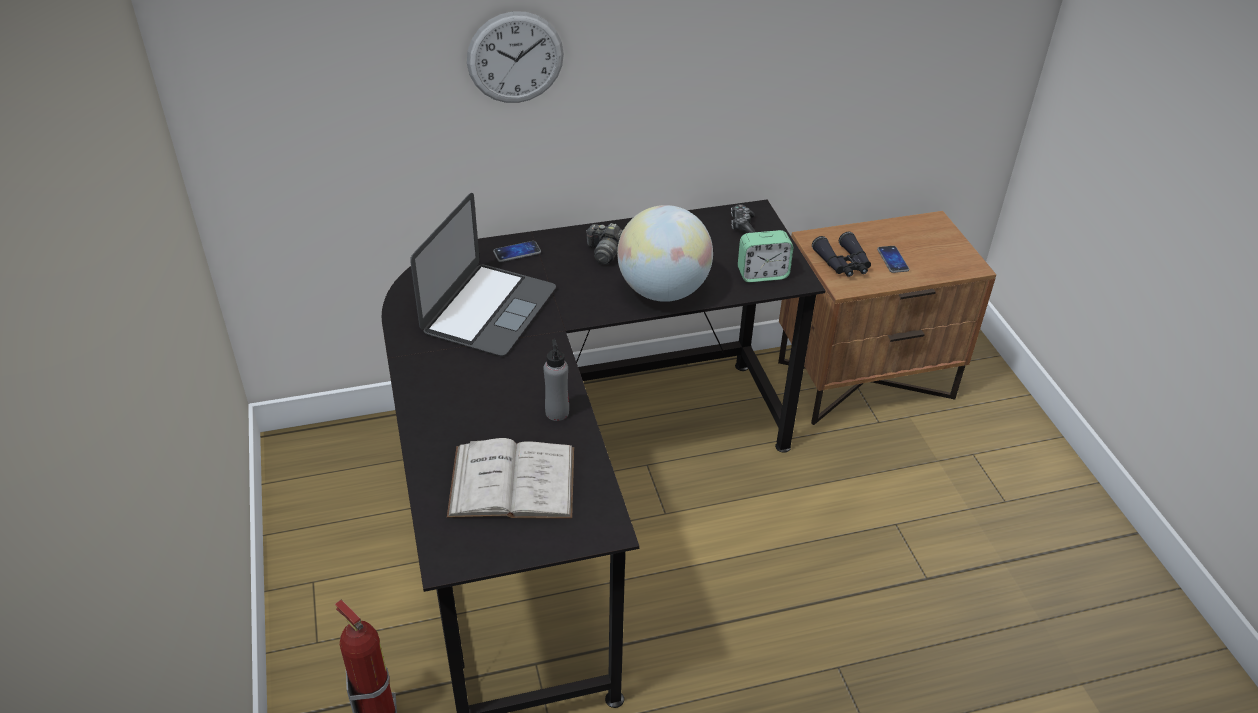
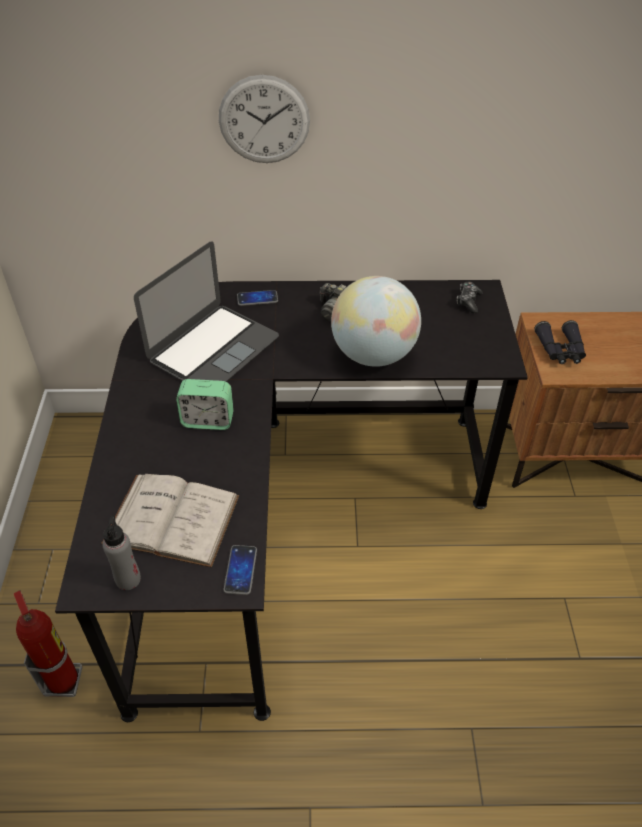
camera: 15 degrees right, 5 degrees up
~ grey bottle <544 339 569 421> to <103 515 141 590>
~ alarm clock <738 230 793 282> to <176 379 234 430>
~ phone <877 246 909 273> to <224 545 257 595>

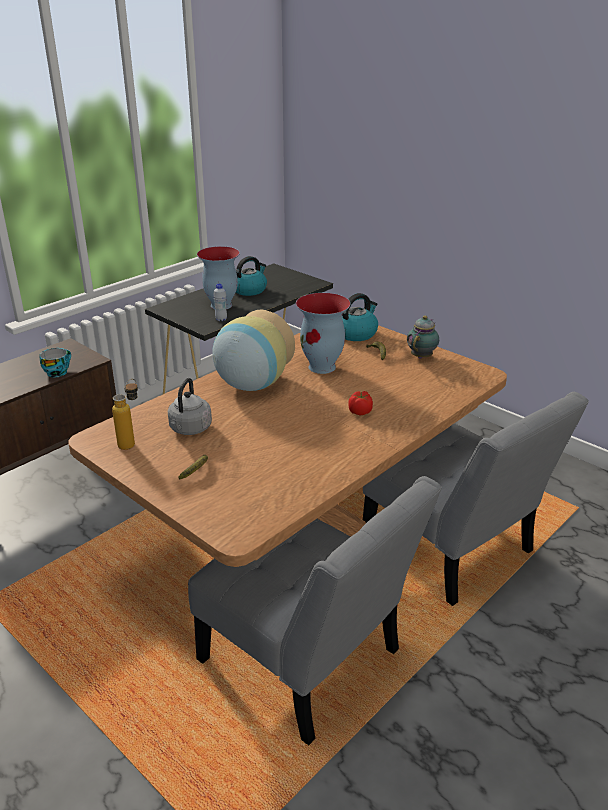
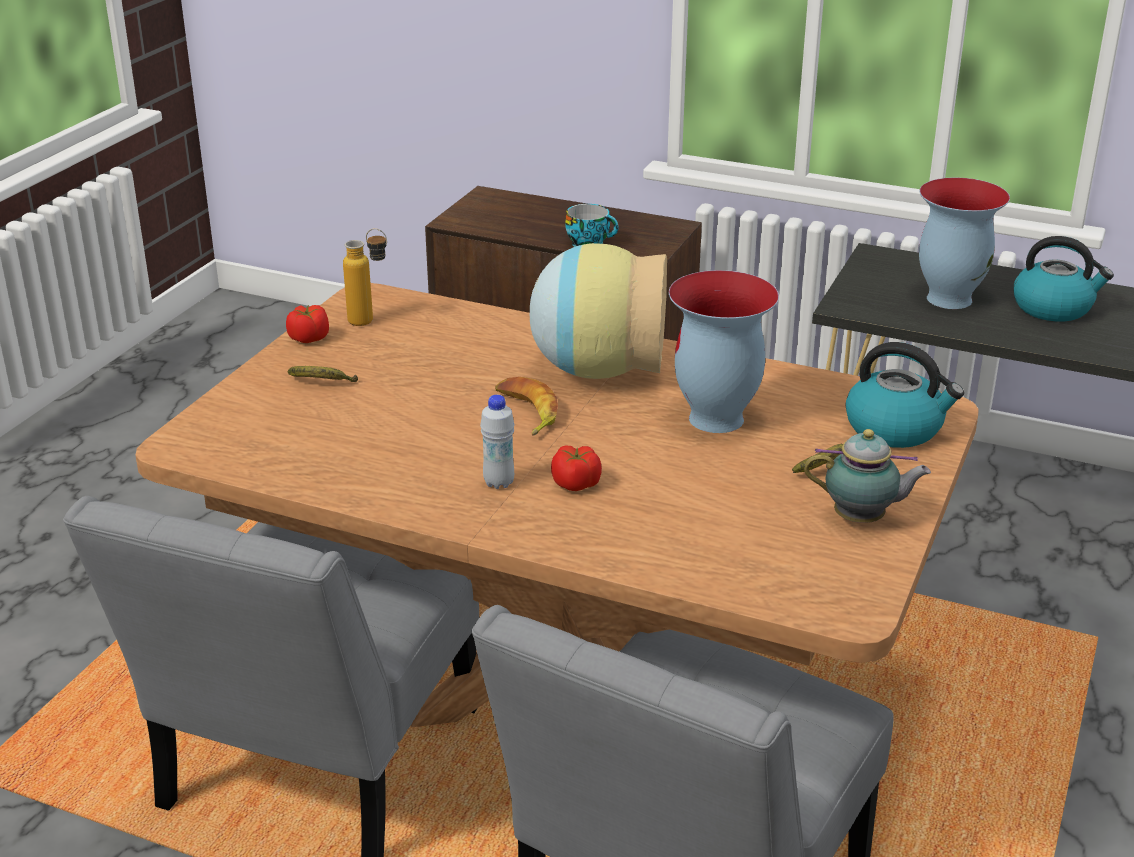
camera: 70 degrees right, 0 degrees up
- grey kettle <168 378 212 435>
~ white bottle <213 284 227 321> to <480 395 514 489>
+ tomato <286 305 329 343>
+ banana <495 377 558 436>

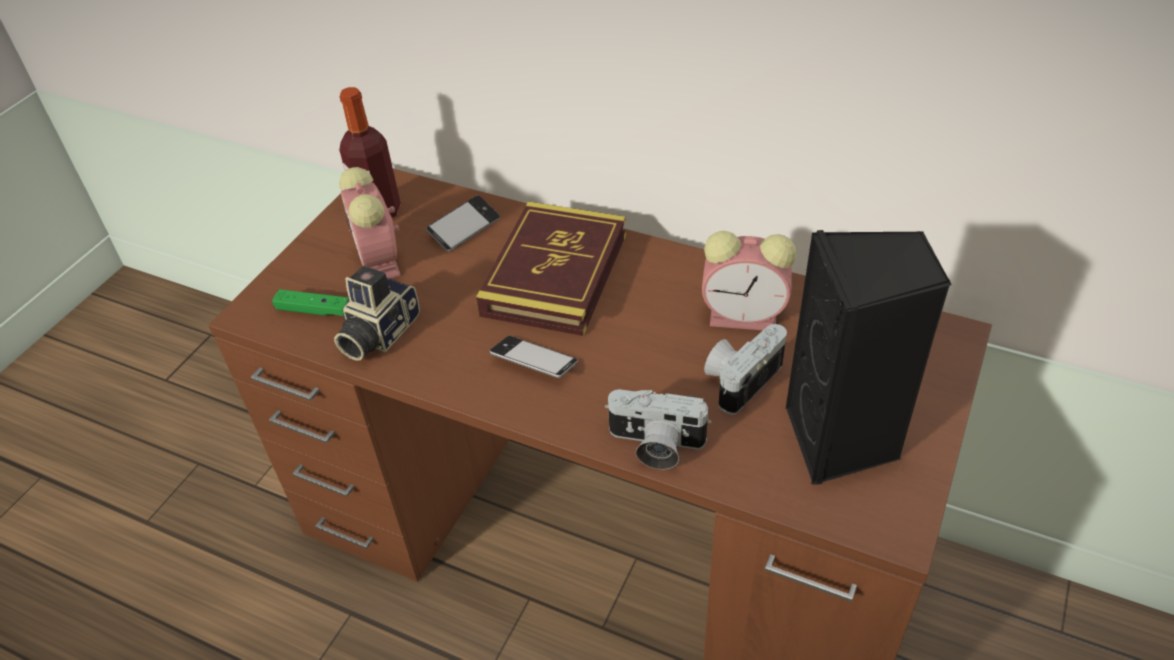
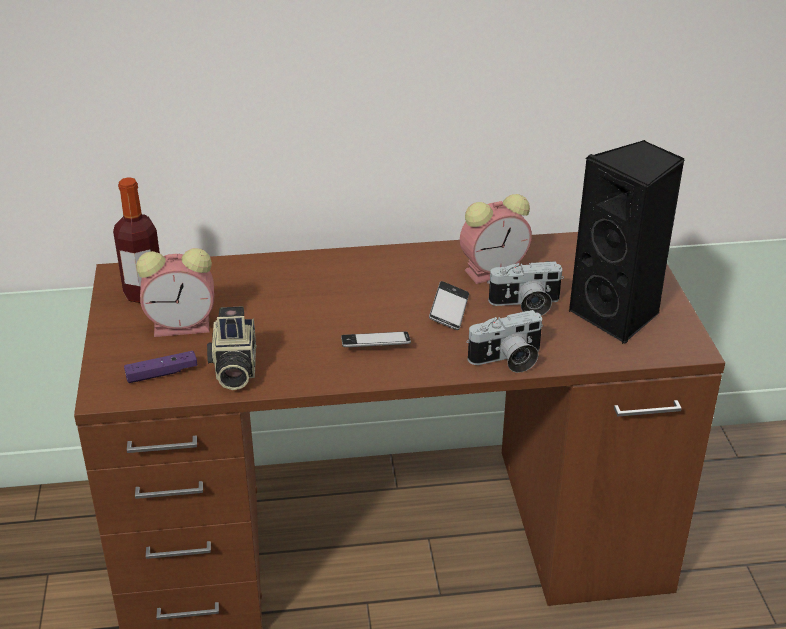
camera: 35 degrees left, 10 degrees down
~ green game controller <272 289 349 316> to purple game controller <124 351 197 383>
~ alarm clock <339 167 401 279> = <136 248 214 337> 45 degrees counterclockwise
~ phone <426 195 500 252> to <429 281 469 330>
- book <476 201 626 336>
~ photo camera <704 324 787 415> = <487 261 564 316> 105 degrees counterclockwise

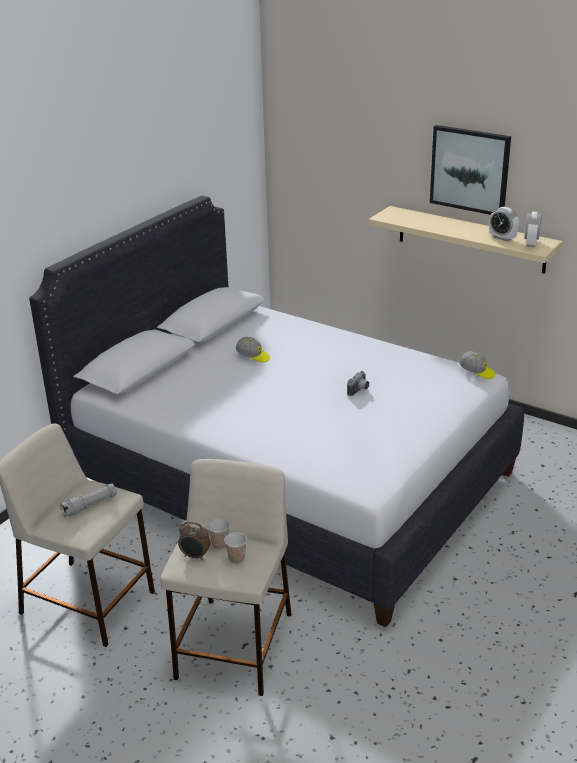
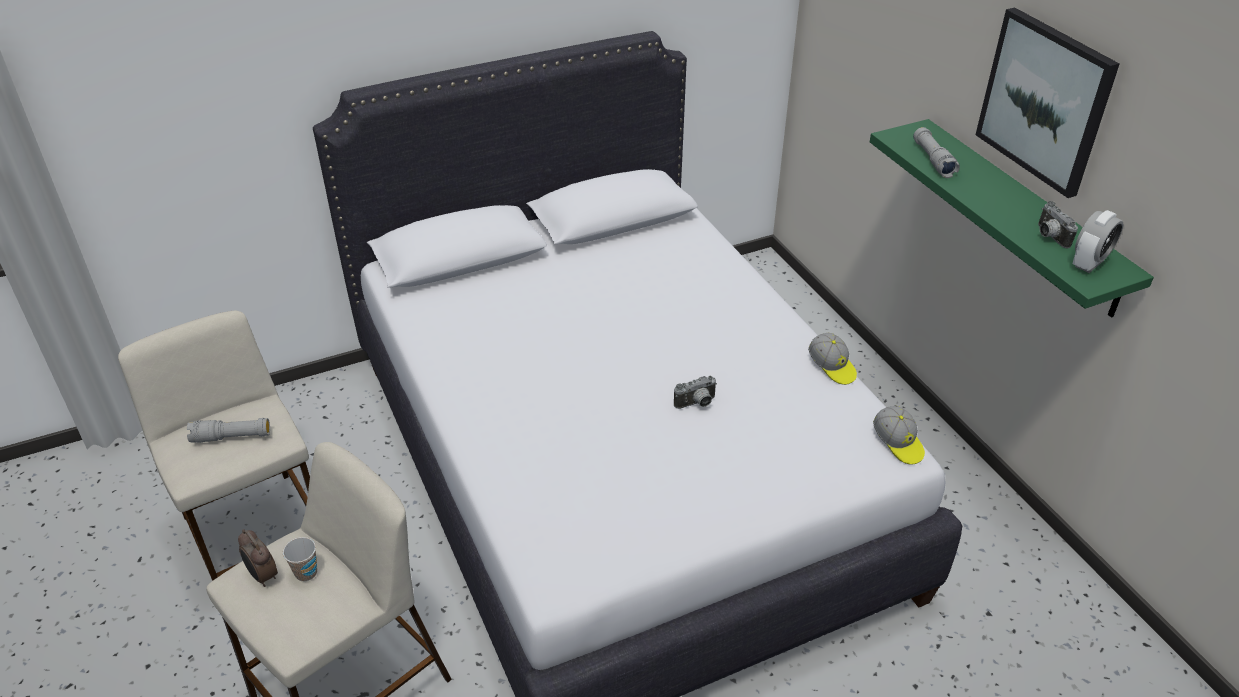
camera: 30 degrees right, 10 degrees up
- cup <224 532 247 564>
~ cap <236 337 270 362> to <808 333 857 385>
~ beige shelf <368 206 563 274> to green shelf <870 119 1154 318>
~ alarm clock <489 207 519 242> to photo camera <1038 201 1078 248>
+ grey flashlight <913 127 960 178>

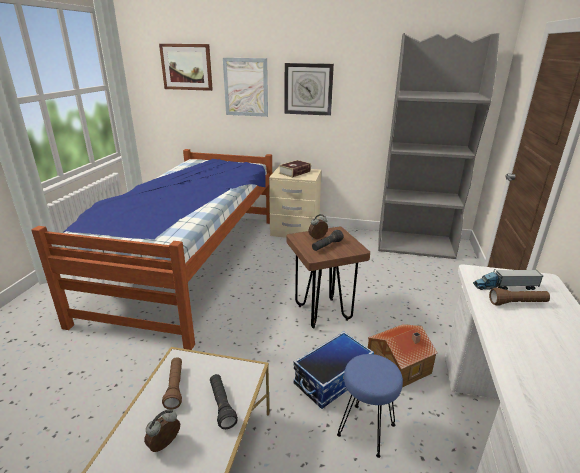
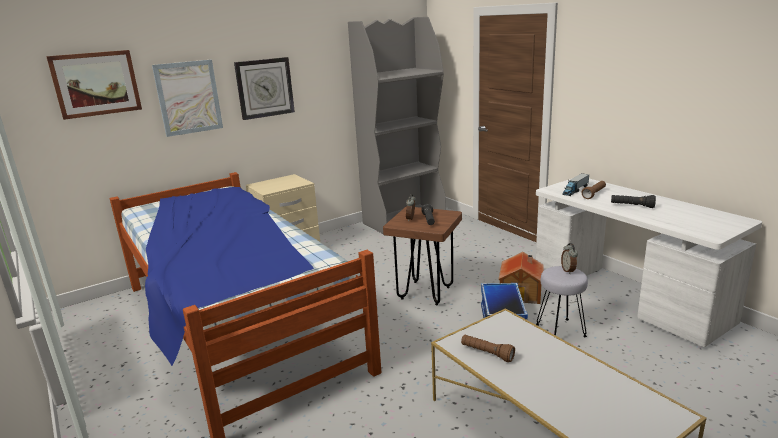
camera: 45 degrees left, 5 degrees down
~ alarm clock <144 409 180 452> to <561 243 578 274>
~ black flashlight <210 374 238 429> to <611 195 656 208>
- book <279 160 311 178>
~ blue stool <337 354 403 458> to grey stool <536 266 588 337>

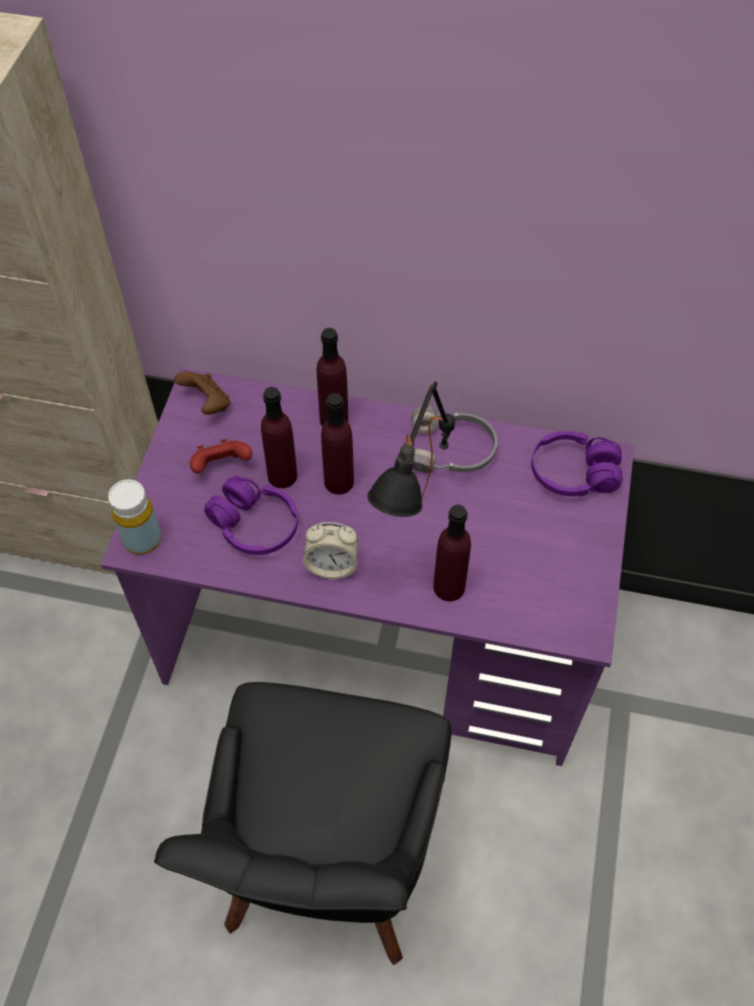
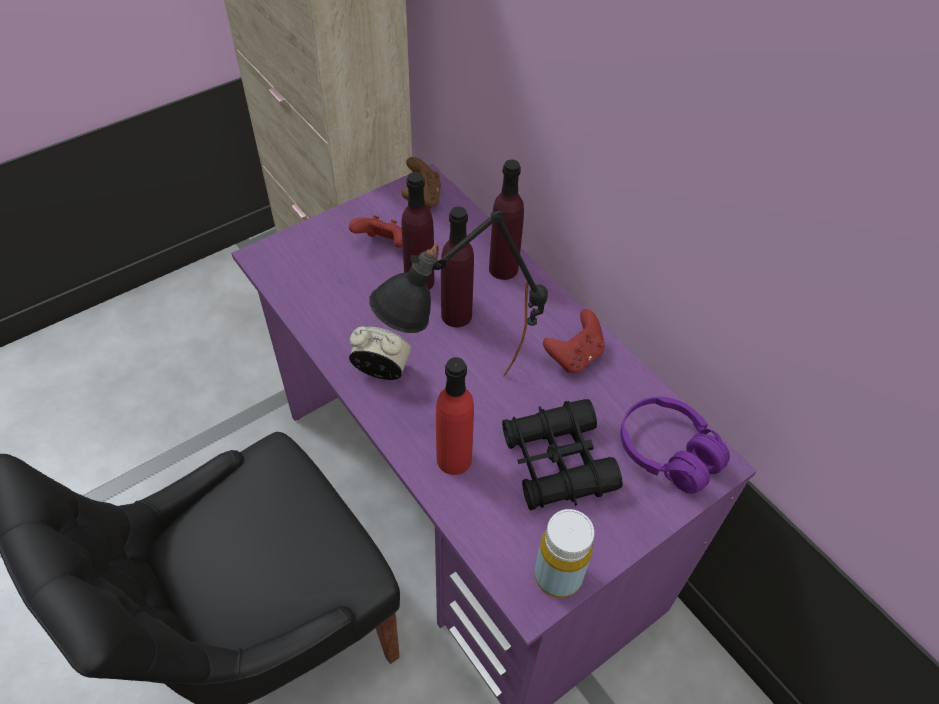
camera: 40 degrees right, 5 degrees down
~ yellow bottle <108 480 161 555> to <534 509 595 598>
- purple headphones <204 476 298 555>
~ alarm clock <303 522 358 579> = <349 326 411 380> 150 degrees clockwise
~ grey headphones <411 406 498 473> to red game controller <543 309 605 373>
~ purple bottle <433 505 471 601> to red bottle <436 357 474 475>
+ black binoculars <502 399 623 511>

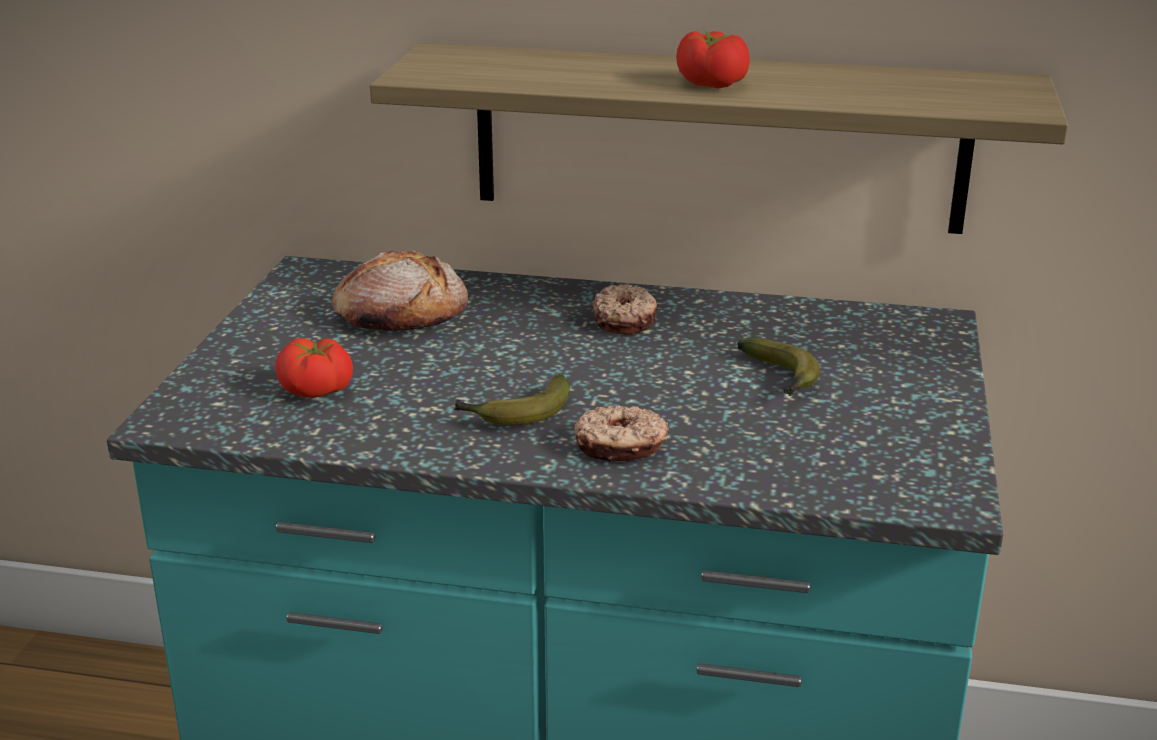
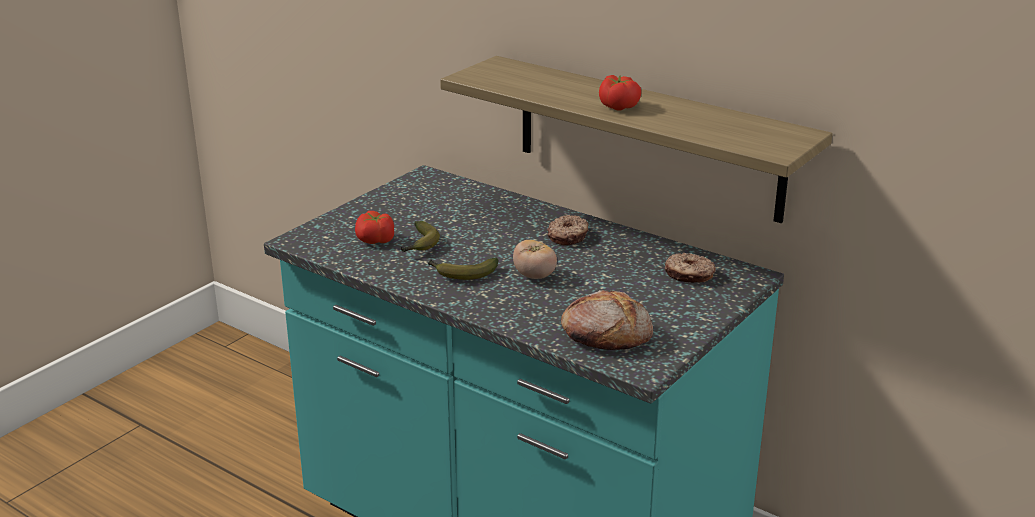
camera: 25 degrees right, 0 degrees up
~ bread <332 251 468 331> to <561 290 653 350>
~ donut <574 405 669 462> to <665 253 716 283>
~ banana <737 338 820 396> to <401 221 440 252>
+ tomato <513 240 557 279>

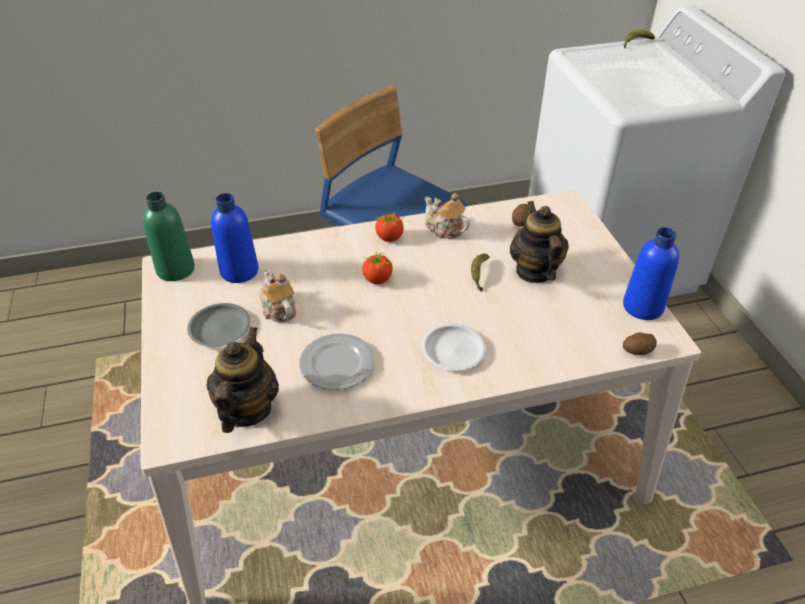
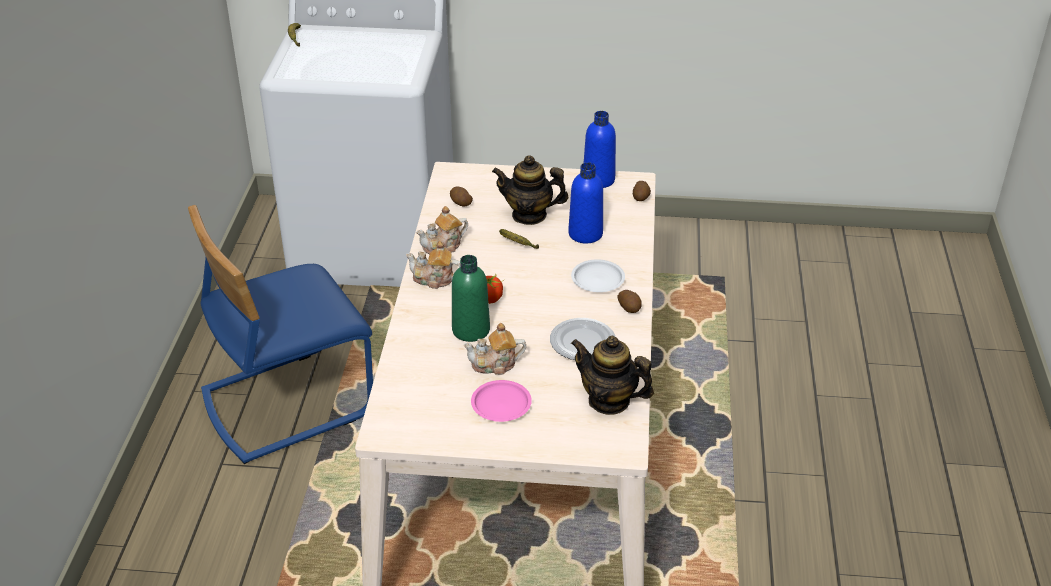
camera: 70 degrees left, 5 degrees down
~ green bottle <143 192 195 281> to <452 255 490 342>
~ grey plate <187 303 250 347> to pink plate <471 380 532 422>
~ blue bottle <211 193 258 283> to <568 162 603 243>
~ tomato <375 211 404 242> to teapot <406 241 461 289>
+ potato <617 290 641 313>

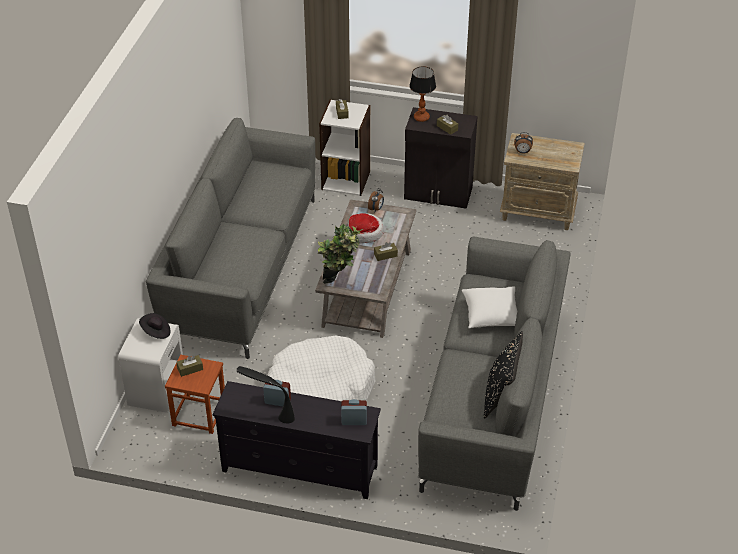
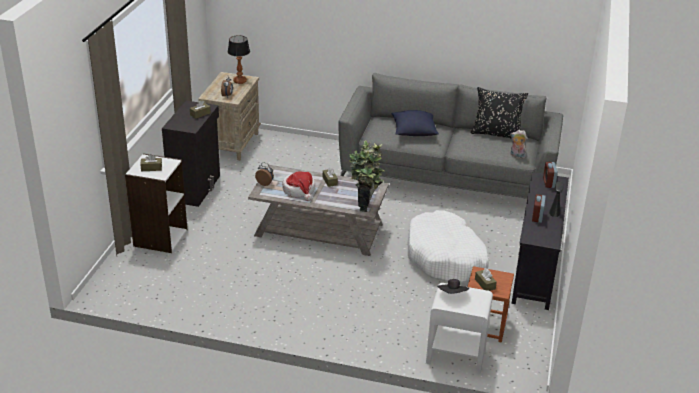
camera: 90 degrees left, 10 degrees down
- grey sofa <146 118 315 359>
~ table lamp <409 66 436 122> to <228 35 250 84>
~ white pillow <462 286 517 328> to blue pillow <392 110 439 136>
+ plush toy <510 130 527 159>

